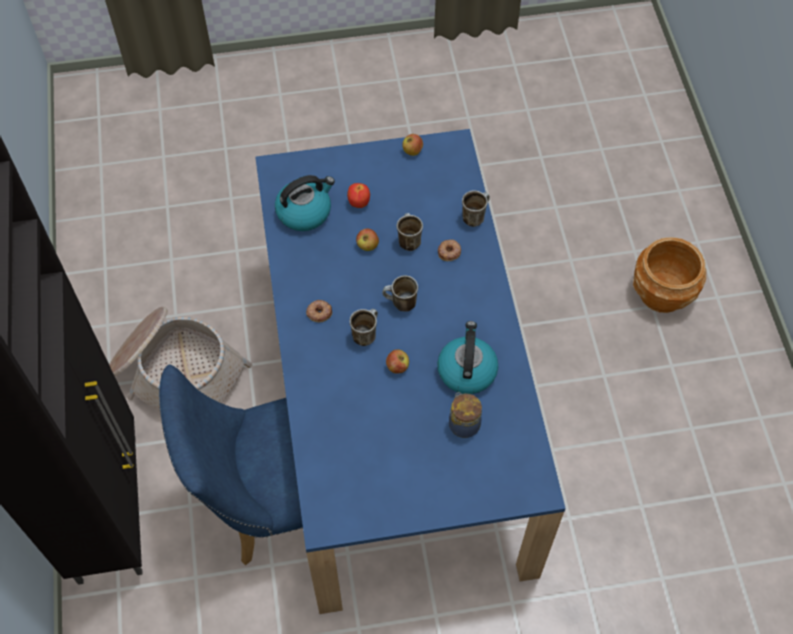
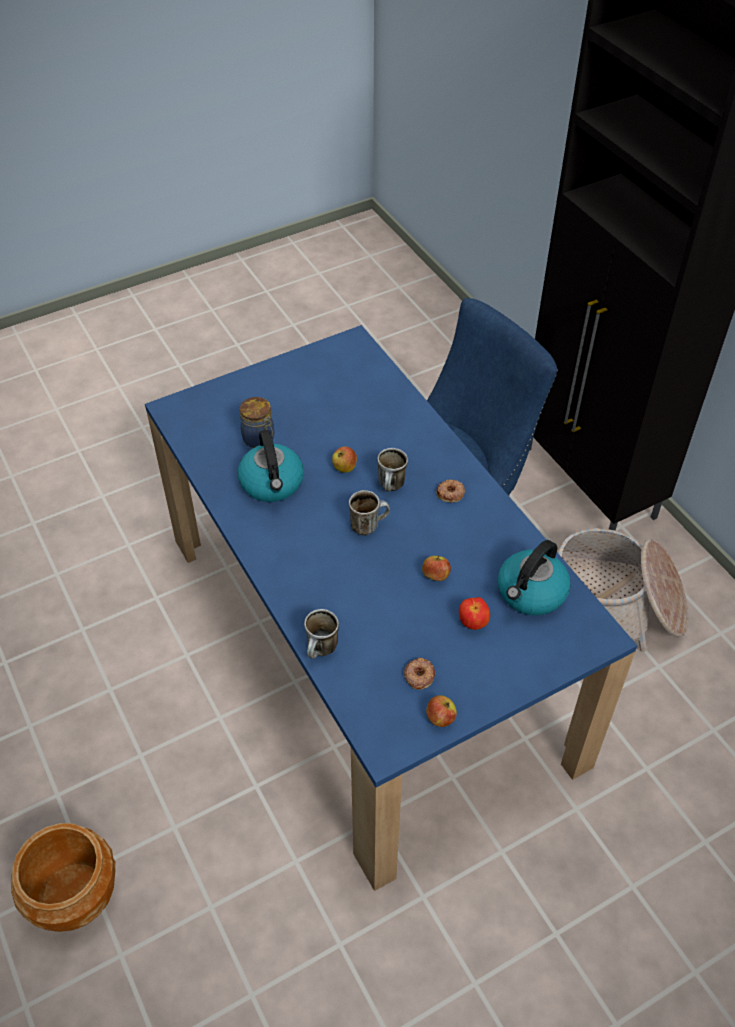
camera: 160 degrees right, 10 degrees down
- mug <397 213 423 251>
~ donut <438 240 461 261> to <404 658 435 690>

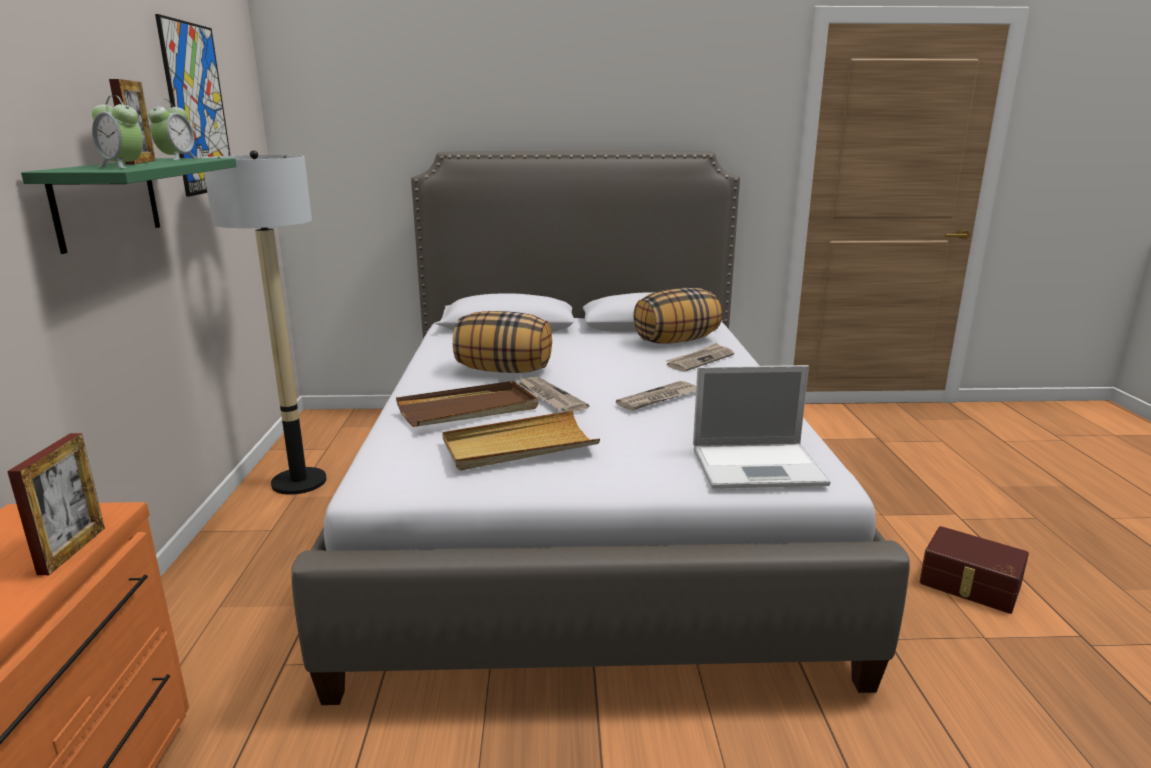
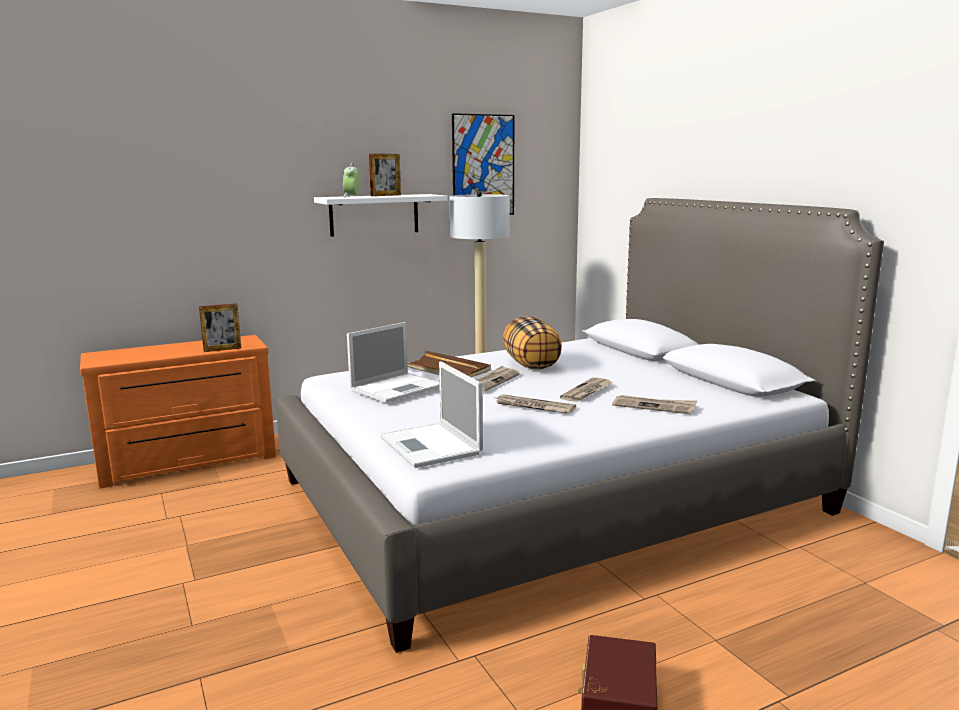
camera: 65 degrees right, 5 degrees down
~ green shelf <21 158 236 254> to white shelf <314 194 448 237>
- alarm clock <148 99 197 160>
~ beige tray <442 410 600 470> to laptop <347 322 440 403>
- pillow <633 288 722 344>
+ newspaper <560 378 613 402>

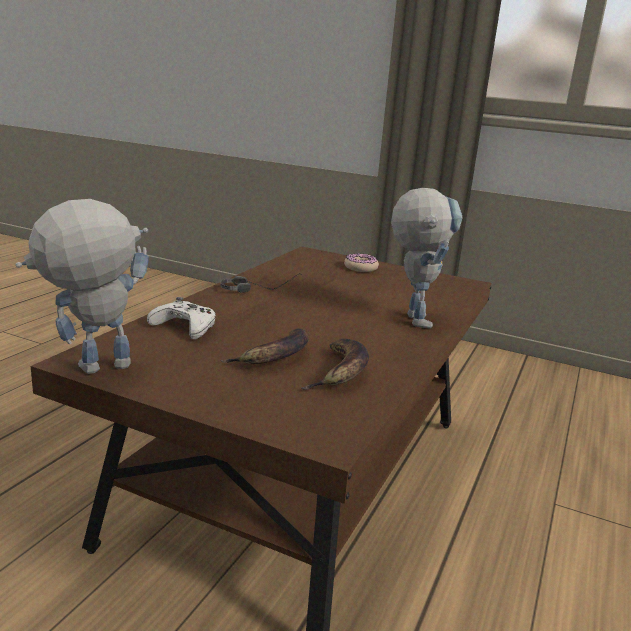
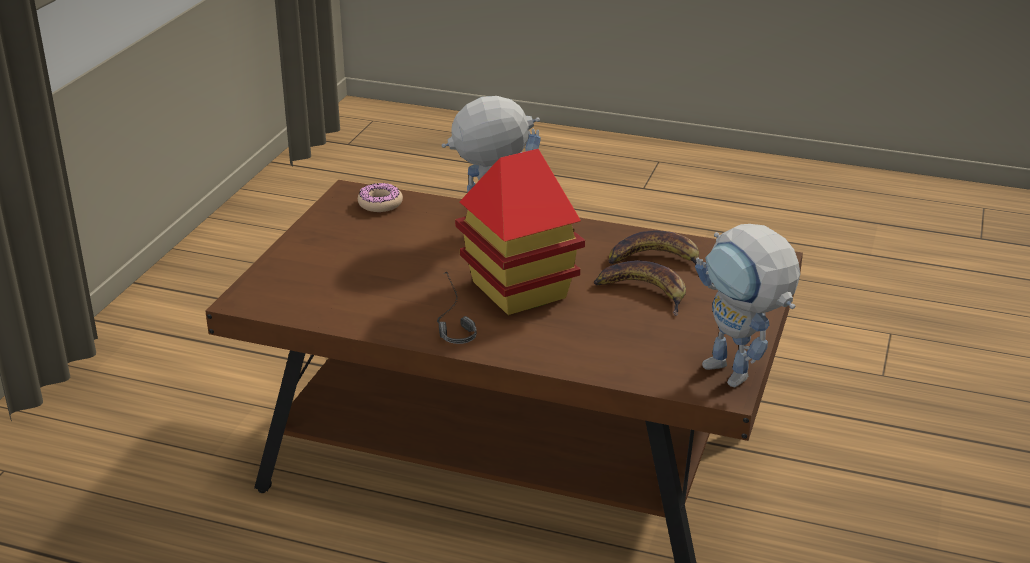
camera: 95 degrees left, 10 degrees up
- white game controller <147 297 216 340>
~ donut <344 253 379 272> to <358 182 403 212>
+ toy house <455 149 585 315>

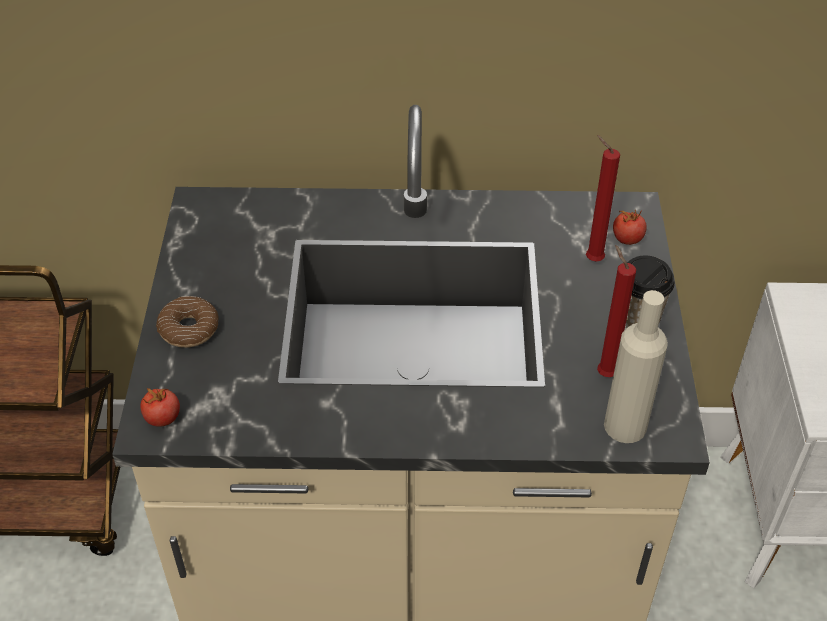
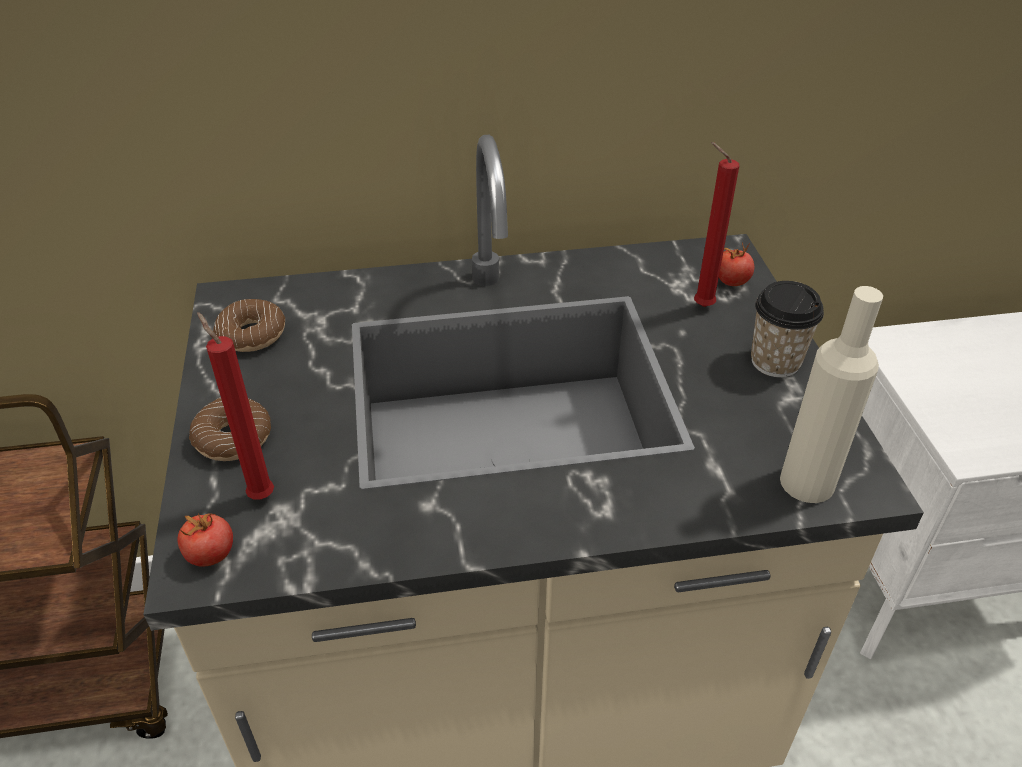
camera: 10 degrees left, 5 degrees down
~ red candle <597 245 636 377> to <197 312 274 500>
+ donut <213 299 285 352>

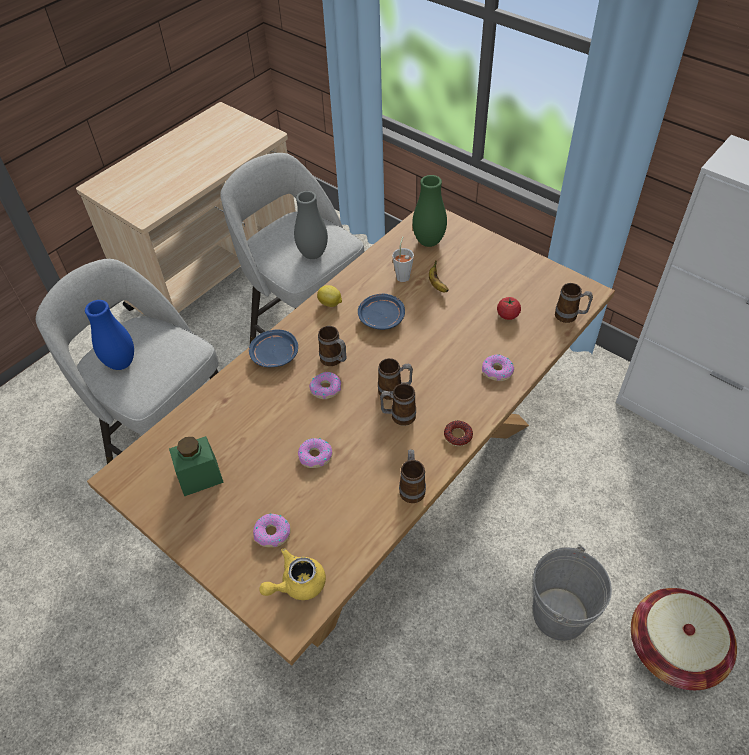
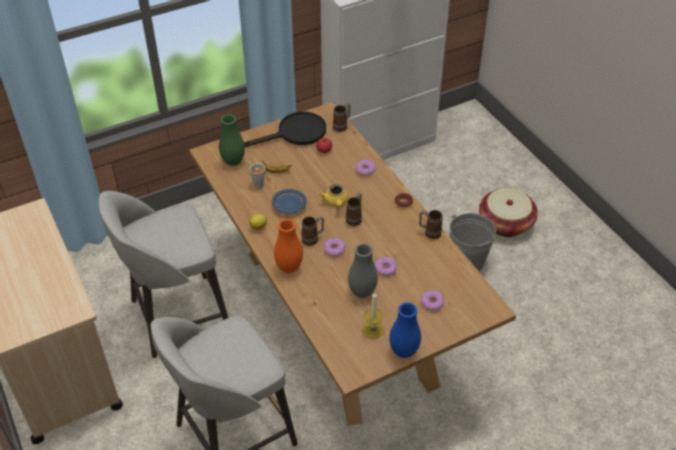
camera: 70 degrees left, 5 degrees down
~ blue vase <85 300 134 370> to <389 302 421 358>
~ green jar <169 436 224 496> to candle <362 292 384 339>
~ blue plate <249 330 298 367> to orange vase <274 219 303 273>
~ yellow teapot <259 548 326 600> to <319 184 348 207>
~ grey vase <294 191 328 259> to <348 243 378 298>
- mug <380 383 416 426>
+ black frying pan <244 112 326 147>

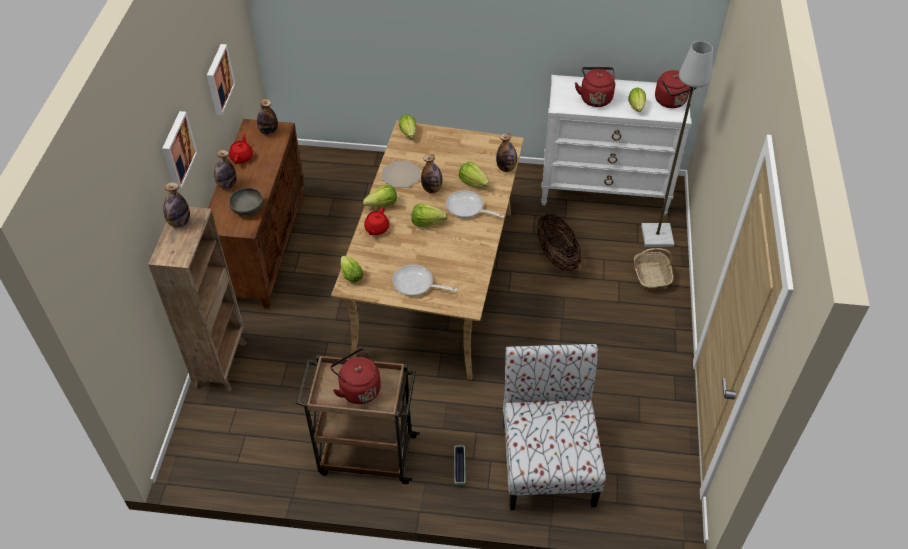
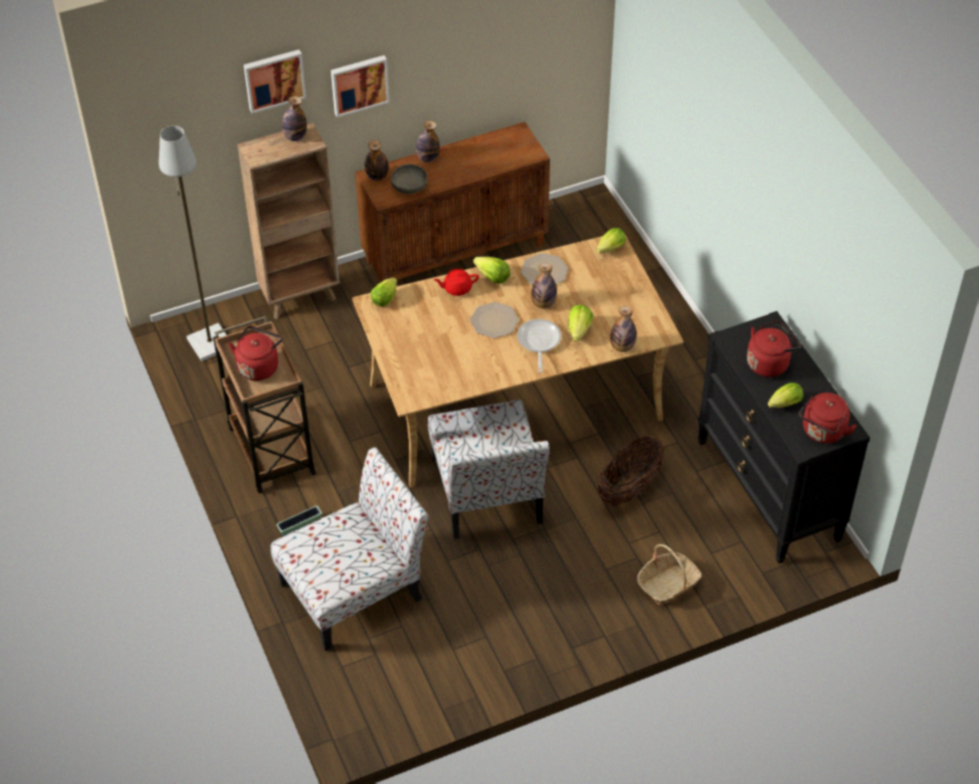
camera: 60 degrees right, 0 degrees up
~ picture <207 44 235 115> to <244 50 306 114>
- red teapot <229 133 253 164>
~ bottle <257 99 278 135> to <364 140 389 181>
- frying pan <393 265 458 296>
~ lettuce <412 204 447 227> to plate <470 302 519 338>
~ white dresser <541 75 692 216> to black dresser <698 311 870 563>
~ grey floor lamp <641 41 713 247> to <159 126 226 361>
+ chair <428 400 550 539>

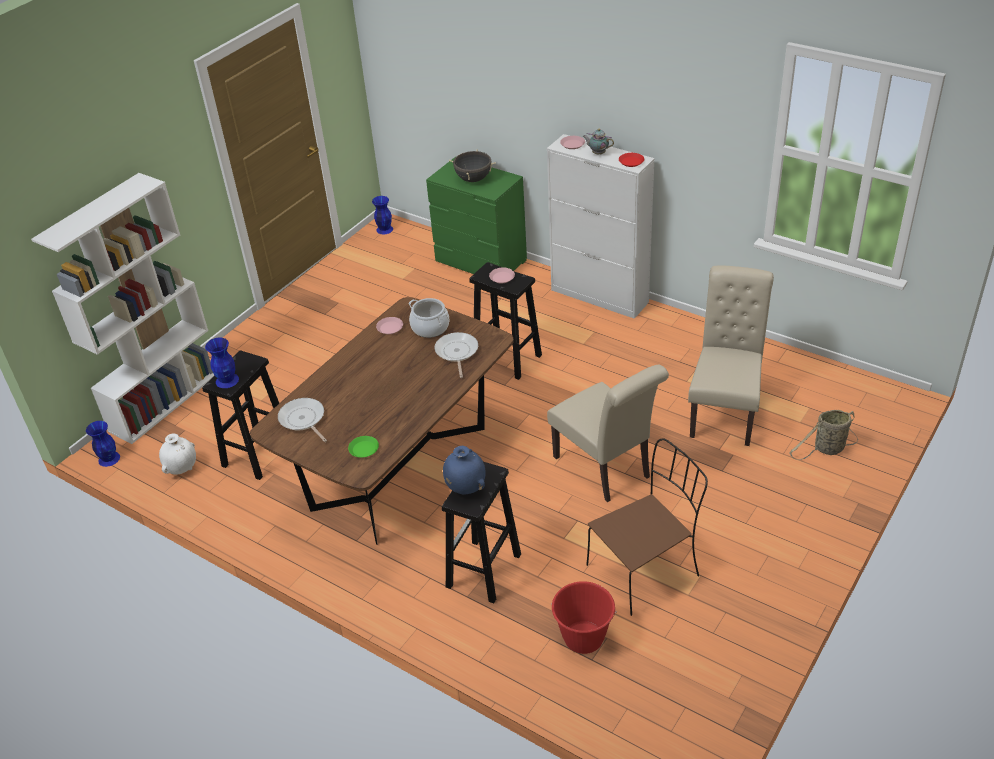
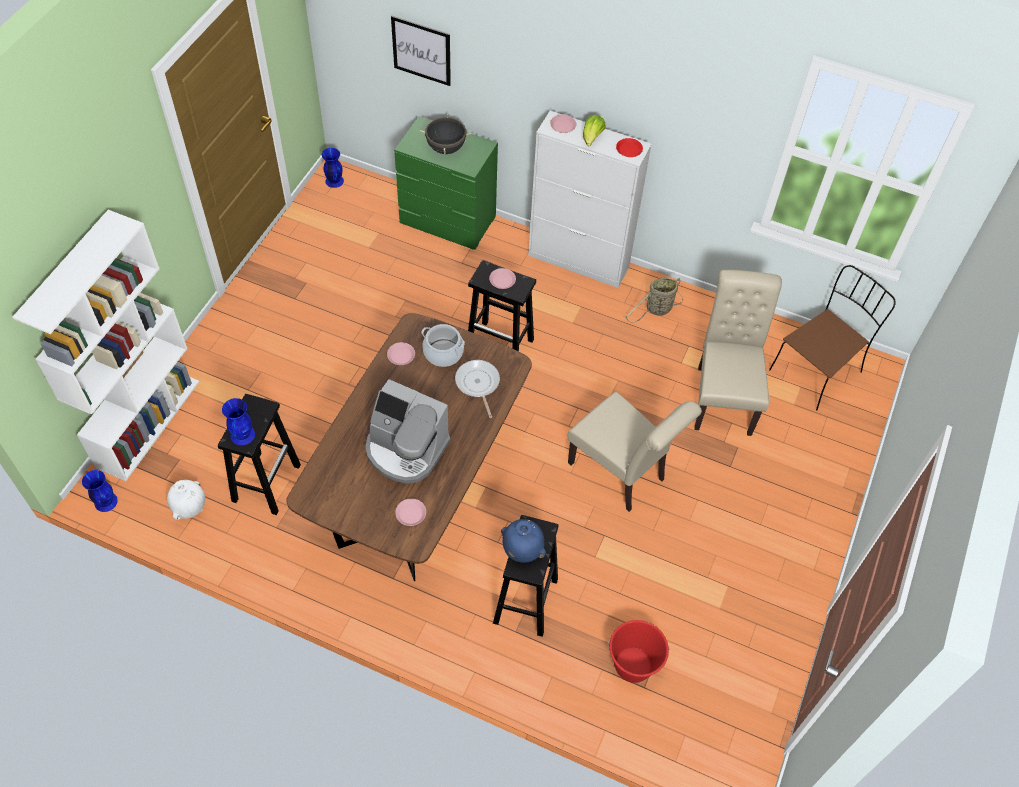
camera: 15 degrees left, 15 degrees up
- frying pan <278 398 327 442>
~ green plate <348 436 379 458> to pink plate <395 498 426 526>
~ teapot <583 128 614 154> to lettuce <583 115 606 146>
~ brown chair <586 438 708 616> to <769 265 896 410>
~ basket <789 410 858 460> to <625 277 683 323>
+ coffee machine <366 379 450 483>
+ picture <391 16 451 86>

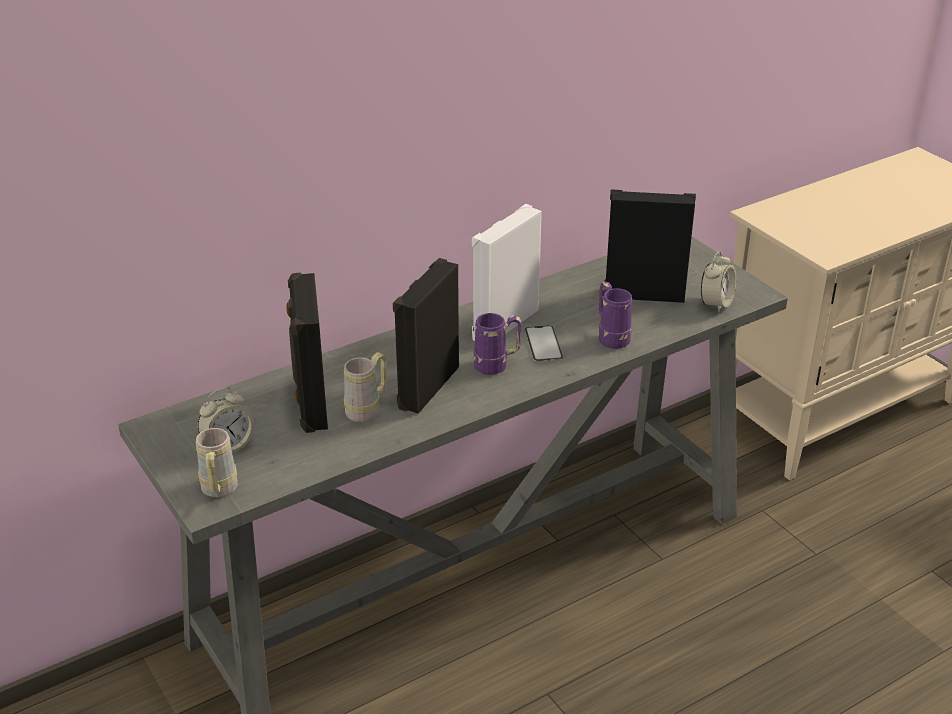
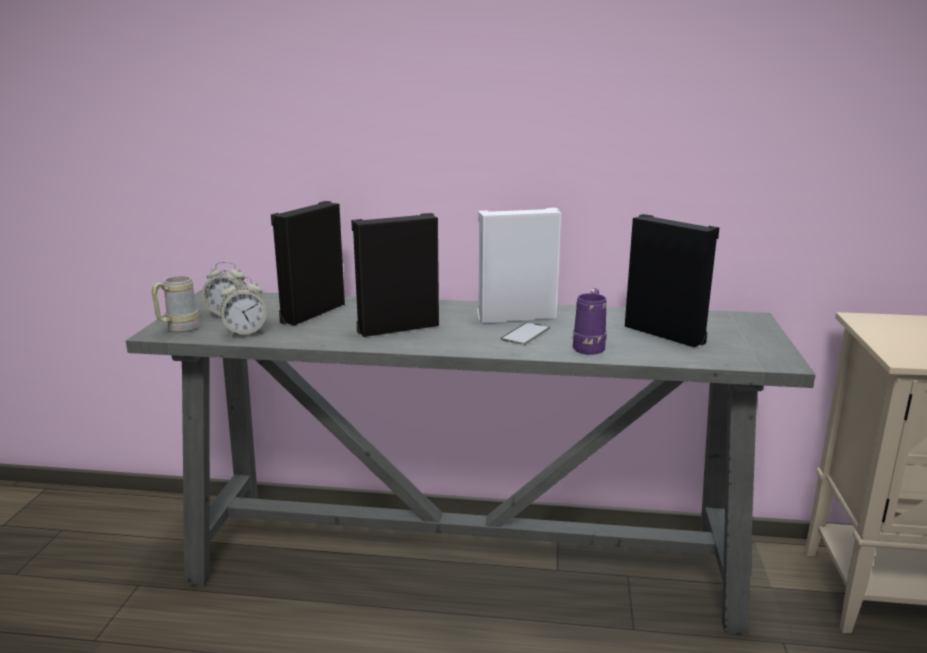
camera: 40 degrees right, 15 degrees down
- beige mug <344 352 387 422>
- purple mug <473 313 522 375>
~ alarm clock <701 251 736 313> to <220 276 266 337>

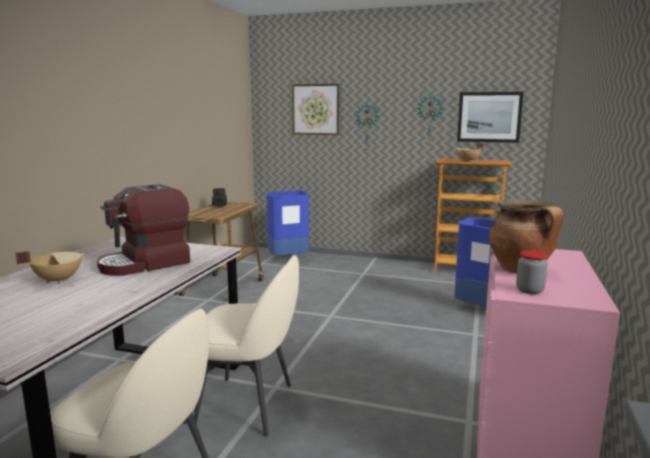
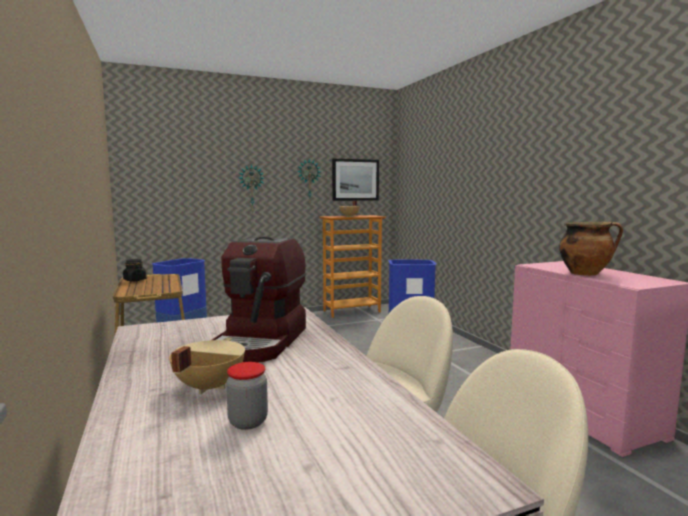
camera: 40 degrees left, 5 degrees down
- picture <292 84 340 135>
~ jar <516 250 548 294> to <226 362 268 430>

